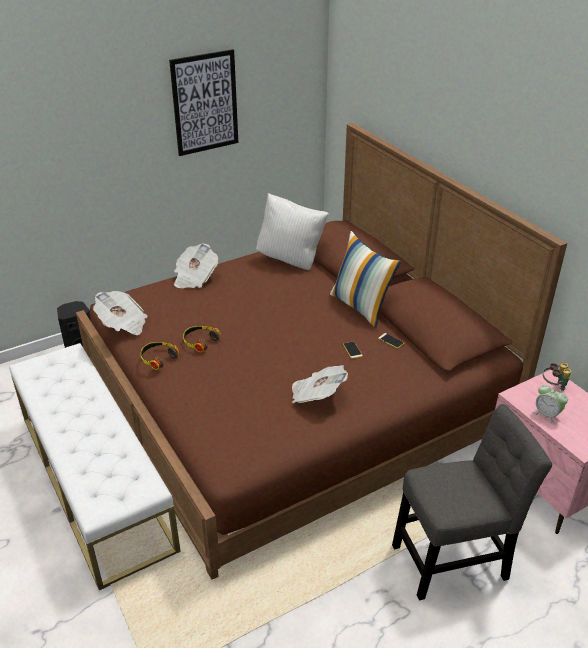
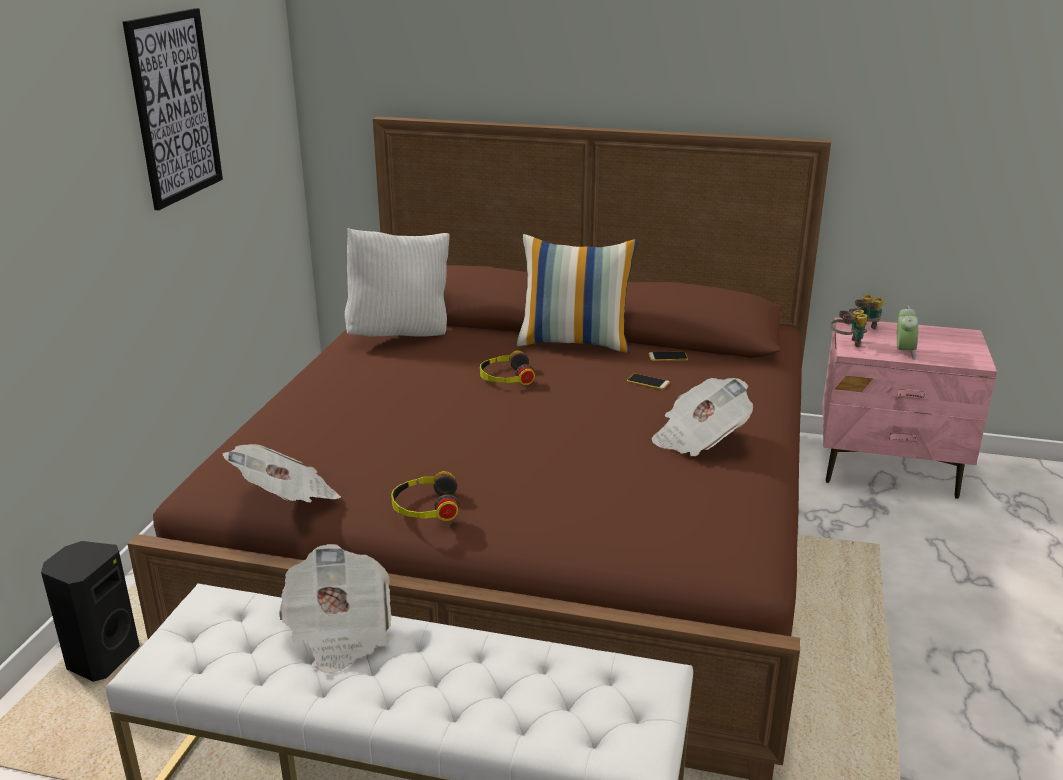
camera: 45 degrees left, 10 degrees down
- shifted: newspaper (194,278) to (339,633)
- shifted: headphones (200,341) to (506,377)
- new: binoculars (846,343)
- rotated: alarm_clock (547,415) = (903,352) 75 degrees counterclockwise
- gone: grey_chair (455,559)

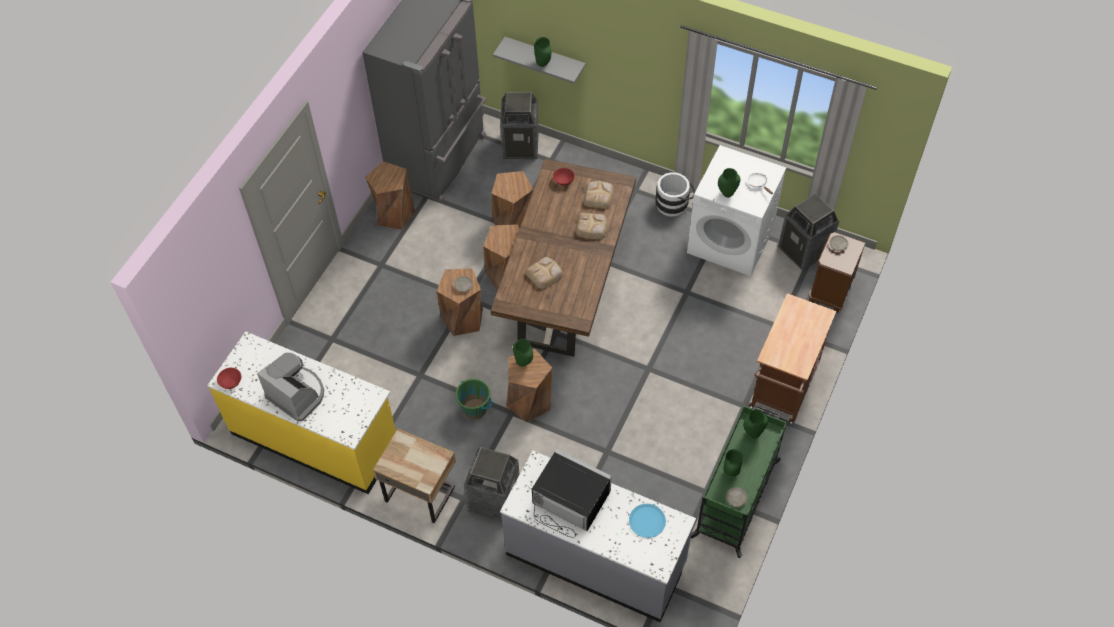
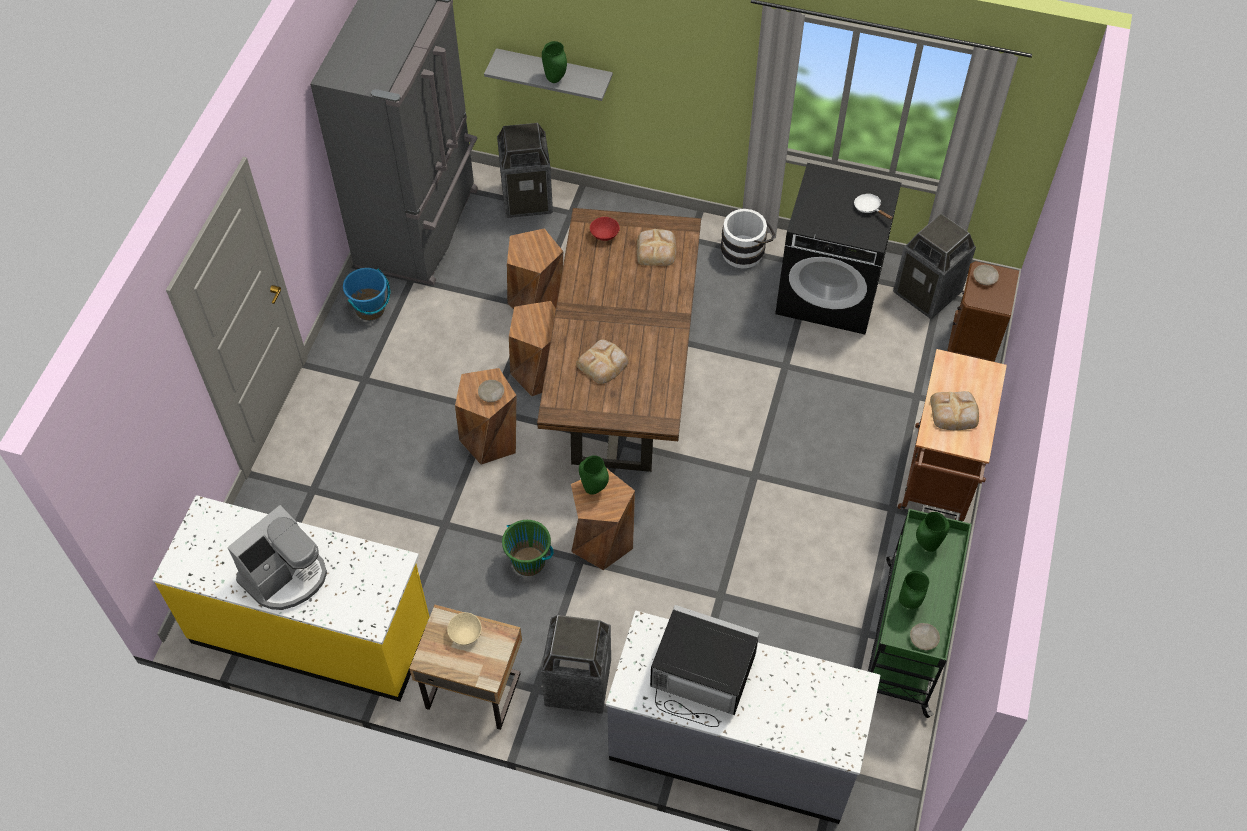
camera: 10 degrees left, 0 degrees up
- rotated: coffee_machine (297,394) = (285,576) 105 degrees clockwise
- swapped: brown_stool (394,214) to blue_bucket (370,309)
- new: beige_bowl (466,633)
- repainted: white_washing_machine (731,241) to black_washing_machine (829,291)
- shifted: bread (592,228) to (955,413)
- gone: red_bowl (230,382)
- gone: blue_plate (647,521)
- gone: green_vase (727,193)

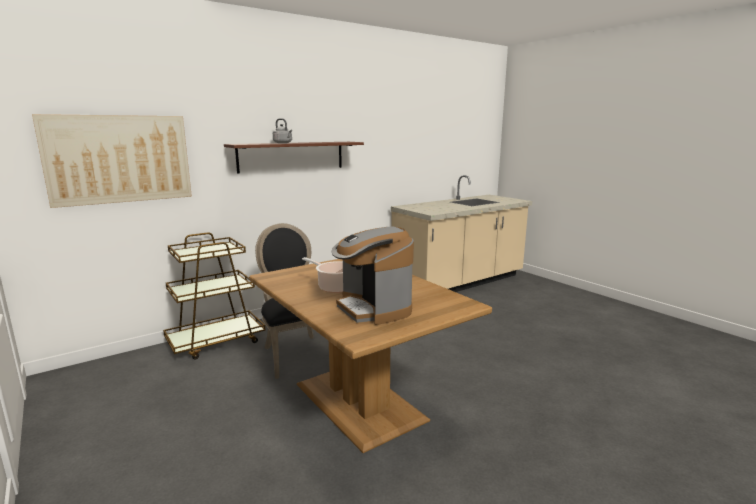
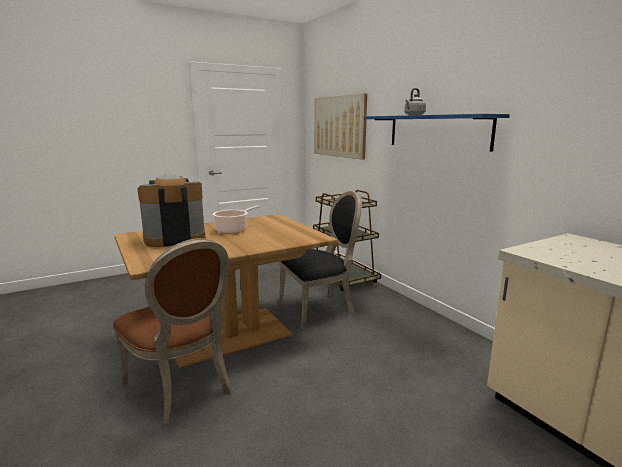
camera: 95 degrees right, 0 degrees up
- new: brown_chair (183,388)
- repainted: brown_shelf (292,156) to blue_shelf (437,131)

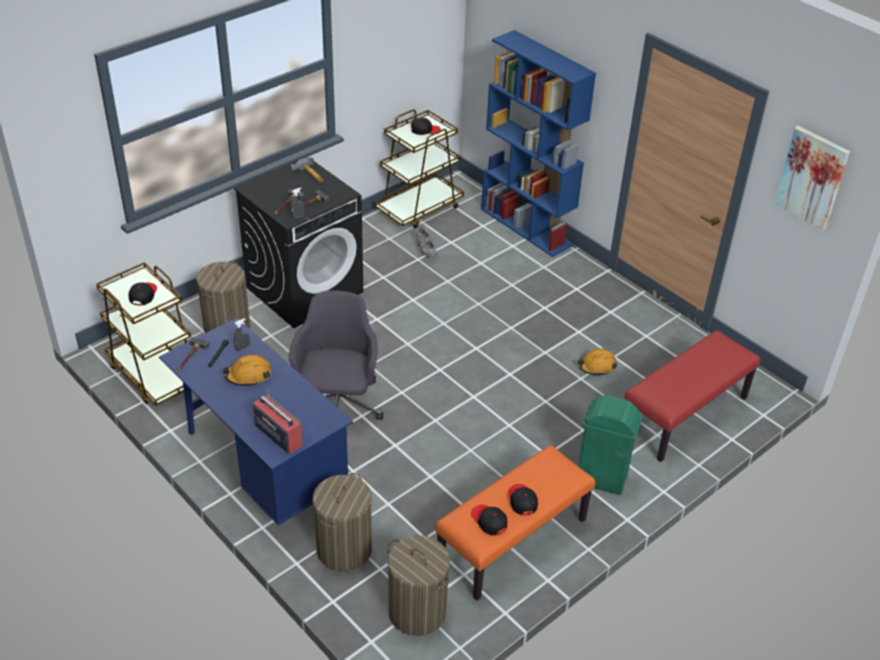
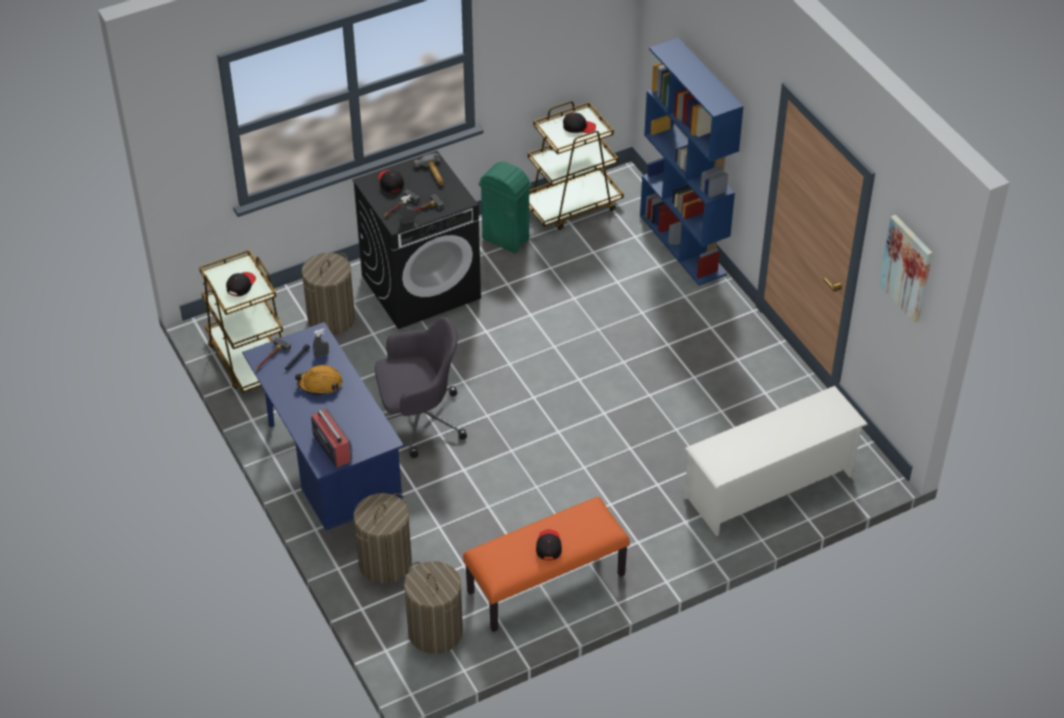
camera: 15 degrees right, 5 degrees up
- rotated: grey_office_chair (337,406) = (419,420) 60 degrees clockwise
- shifted: black_cap (489,521) to (390,182)
- shifted: green_trash_can (602,480) to (506,240)
- swapped: red_bench (685,416) to white_shoe_rack (769,487)
- gone: grey_shoe (425,250)
- gone: orange_hard_hat (596,366)

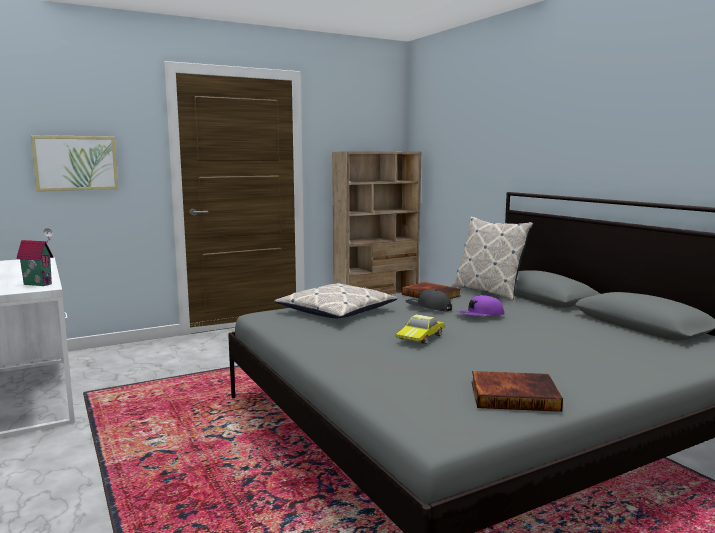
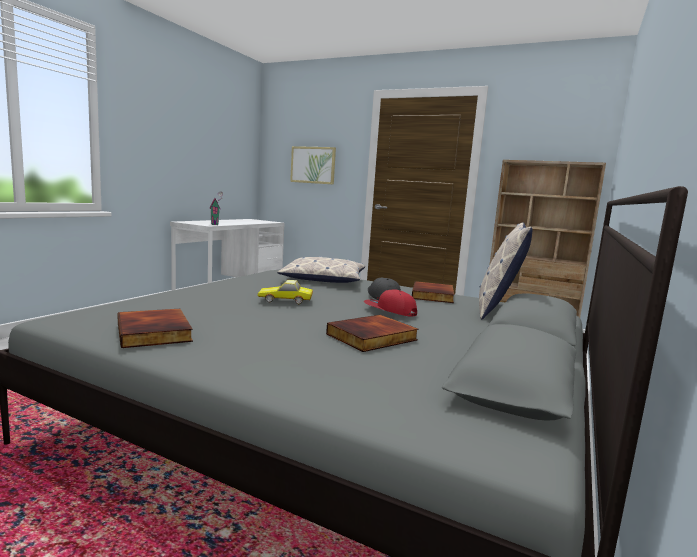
camera: 55 degrees right, 0 degrees up
- new: book (372,337)
- repainted: purple_cap (480,315) to red_cap (389,311)

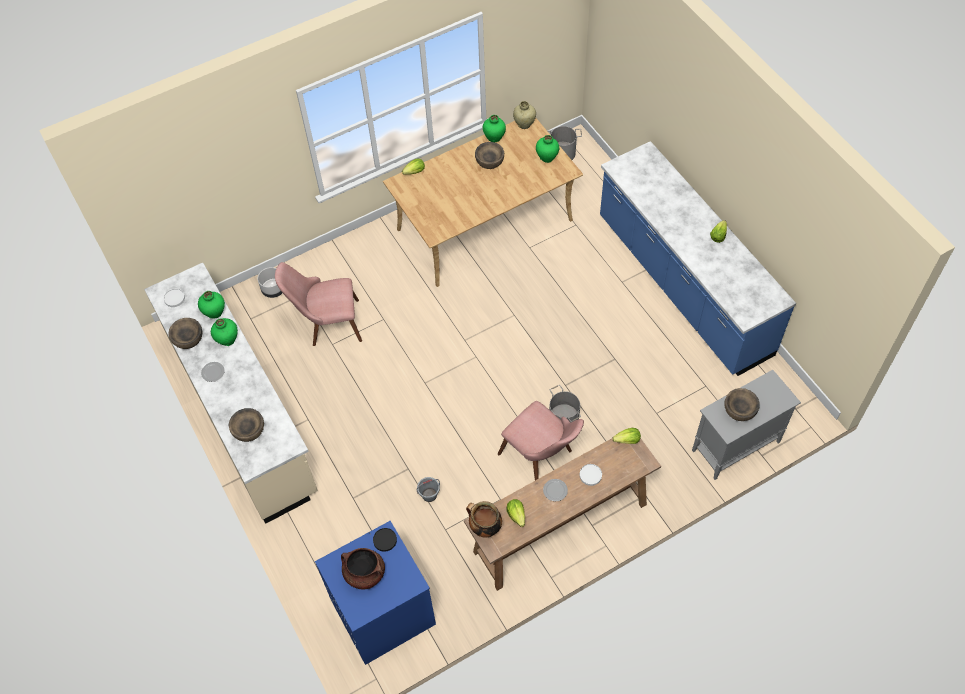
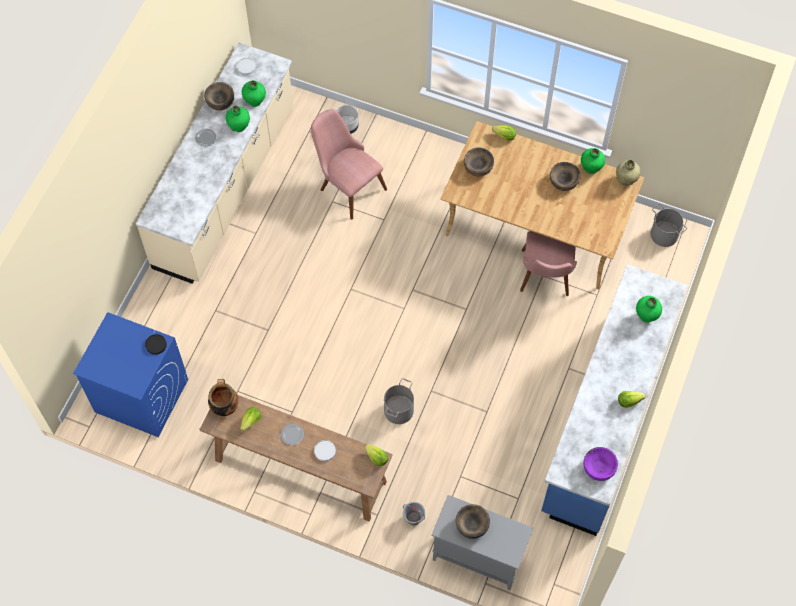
camera: 50 degrees right, 5 degrees up
- shifted: grey_bucket (429,495) to (413,518)
- shifted: brown_bowl (248,430) to (478,167)
- shifted: pink_chair (542,457) to (545,280)
- new: purple_bowl (599,467)
- shifted: green_vase (547,158) to (646,316)
- gone: brown_cooking_pot (364,573)

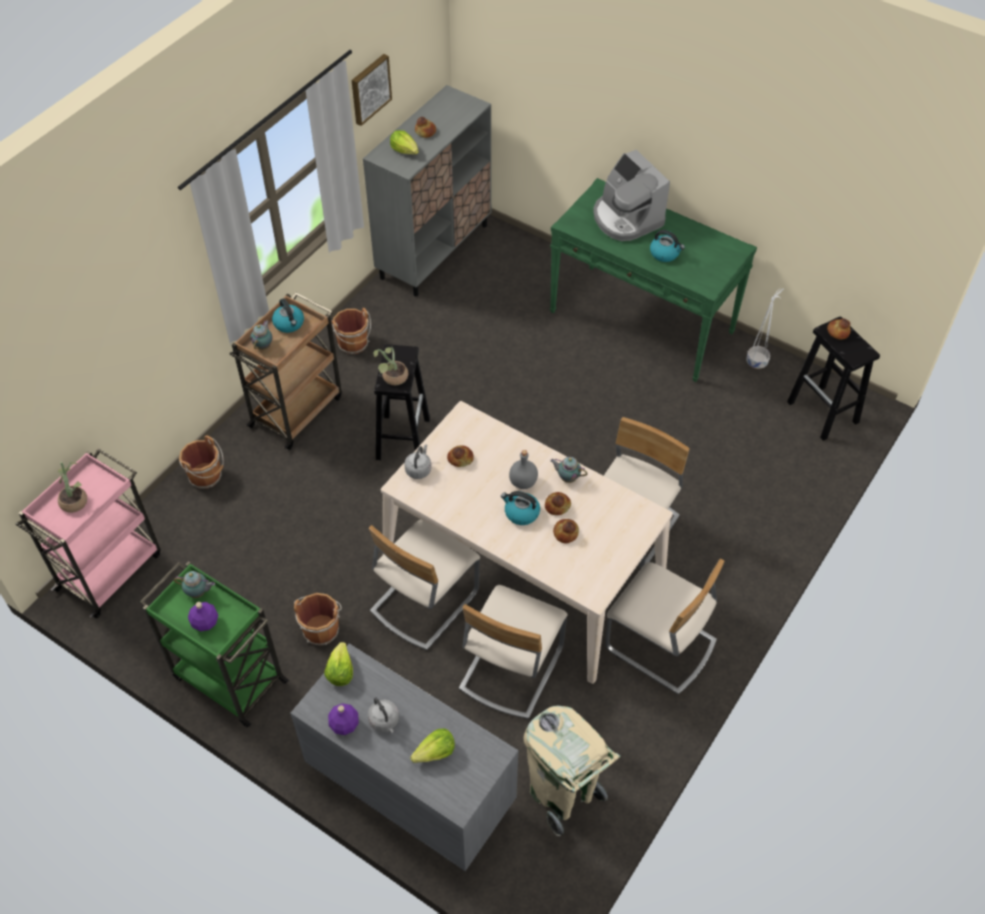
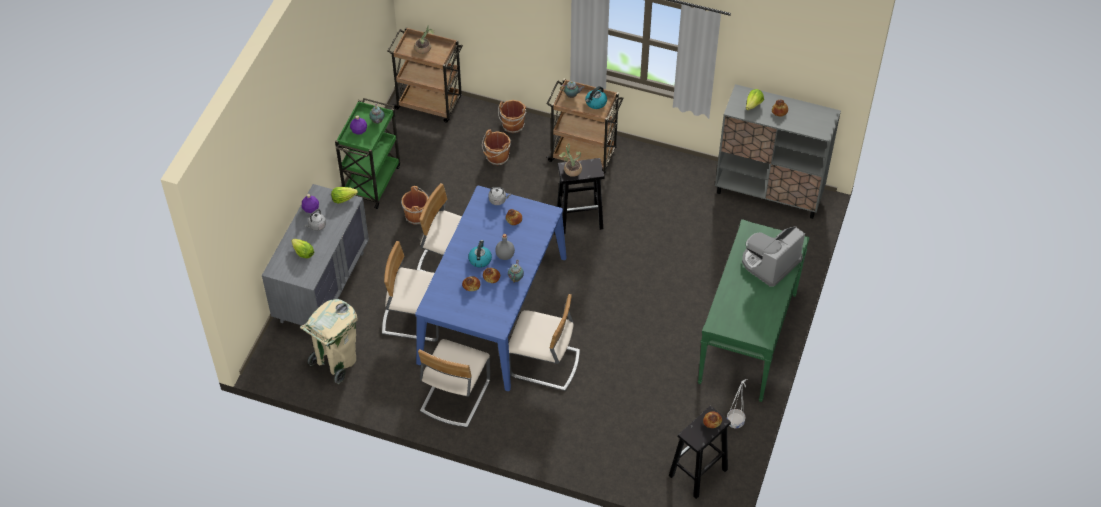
camera: 75 degrees right, 0 degrees up
- repainted: pink_cart (110,570) to brown_cart (430,103)
- repainted: beige_dining_table (523,568) to blue_dining_table (493,309)
- shifted: brown_bucket (354,344) to (497,158)
- gone: picture (369,89)
- gone: kettle (665,253)

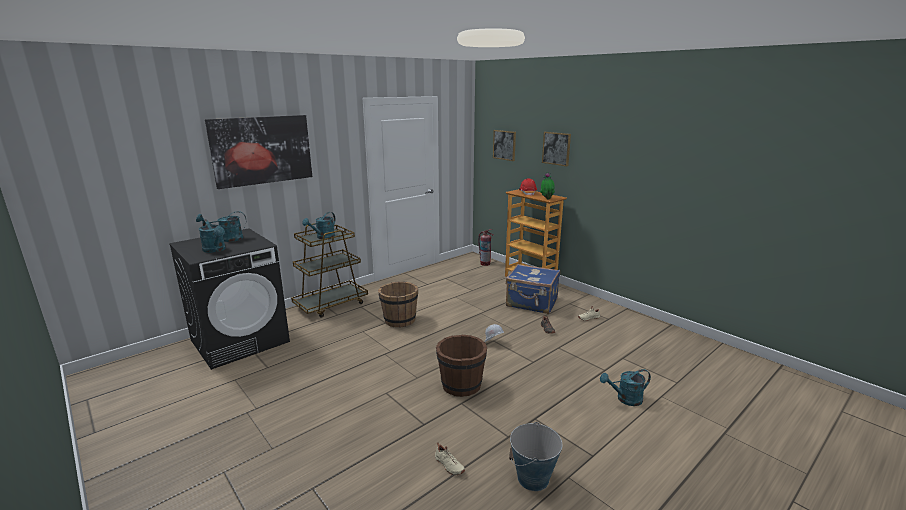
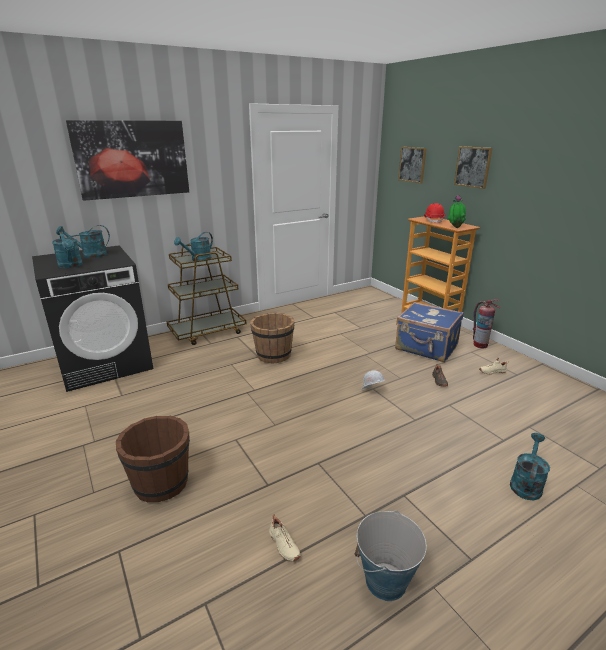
camera: 10 degrees right, 5 degrees up
- shifted: brown_bucket (461,385) to (161,482)
- shifted: fire_extinguisher (485,263) to (480,345)
- rotated: turquoise_watering_can (625,399) = (526,483) 120 degrees clockwise

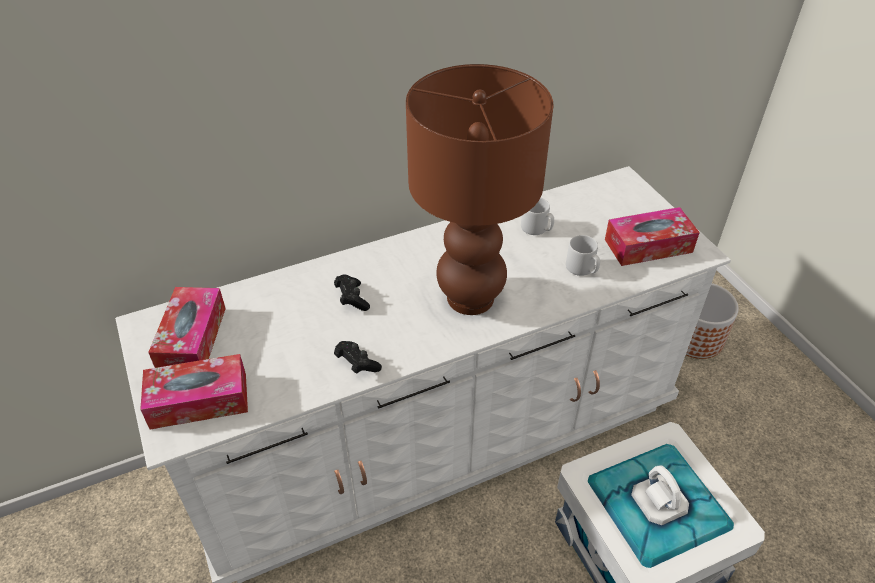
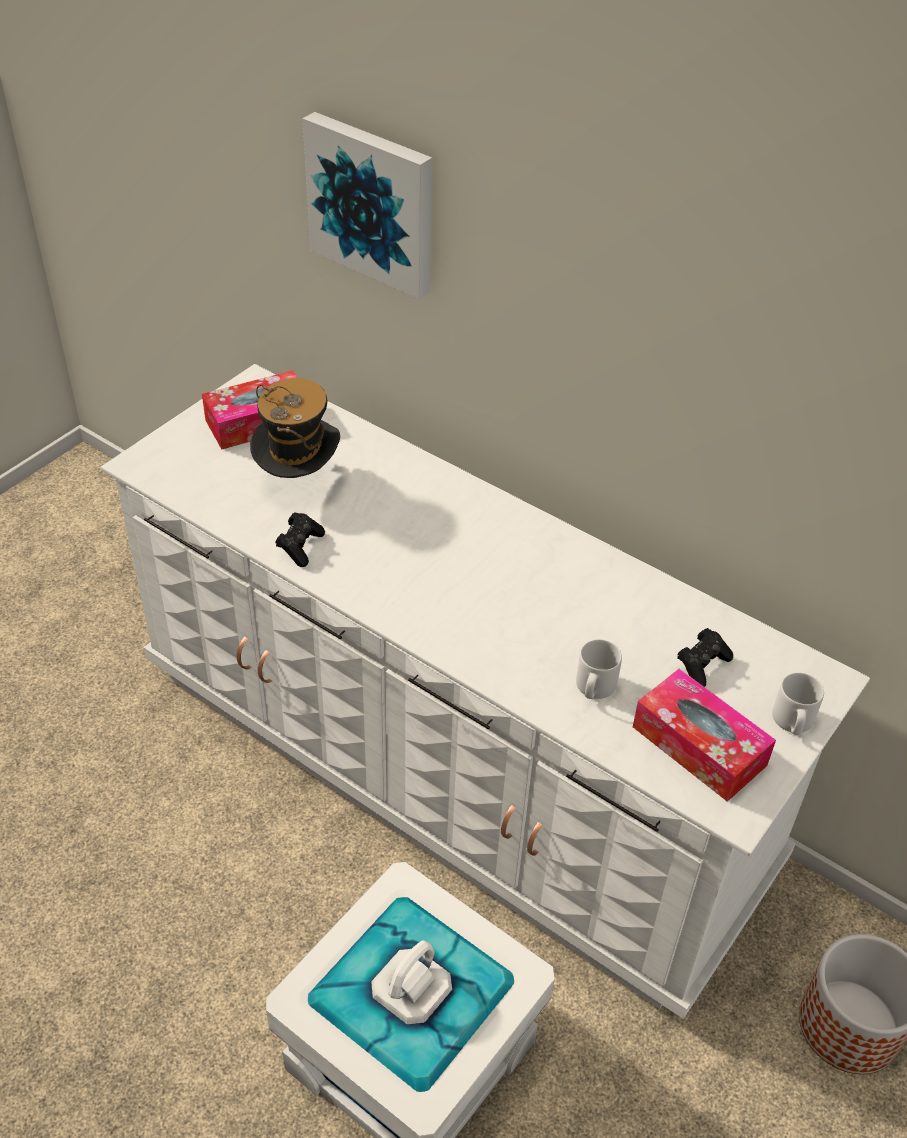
camera: 60 degrees right, 0 degrees up
- new: hat (298,482)
- new: picture (373,203)
- shifted: black_game_controller (352,299) to (702,665)
- shifted: grey_mug (537,228) to (792,722)
- gone: tissue_box (199,400)
- gone: brown_table_lamp (471,297)

